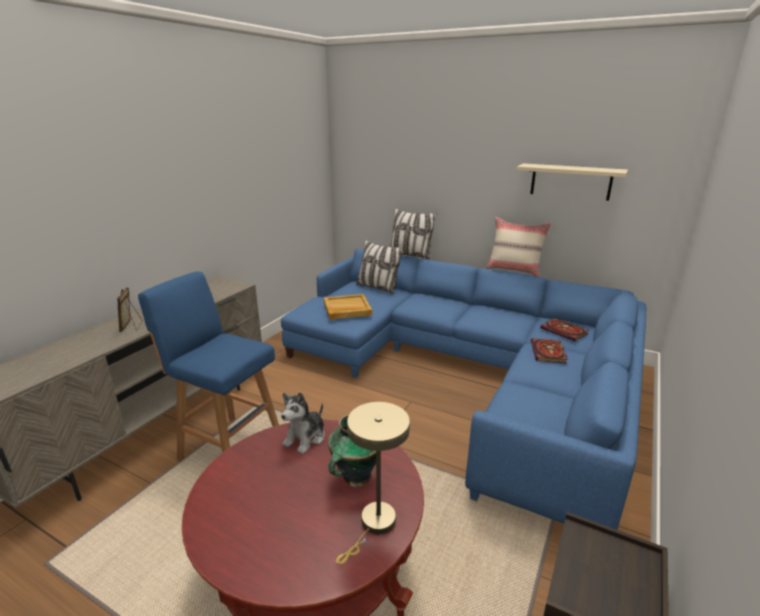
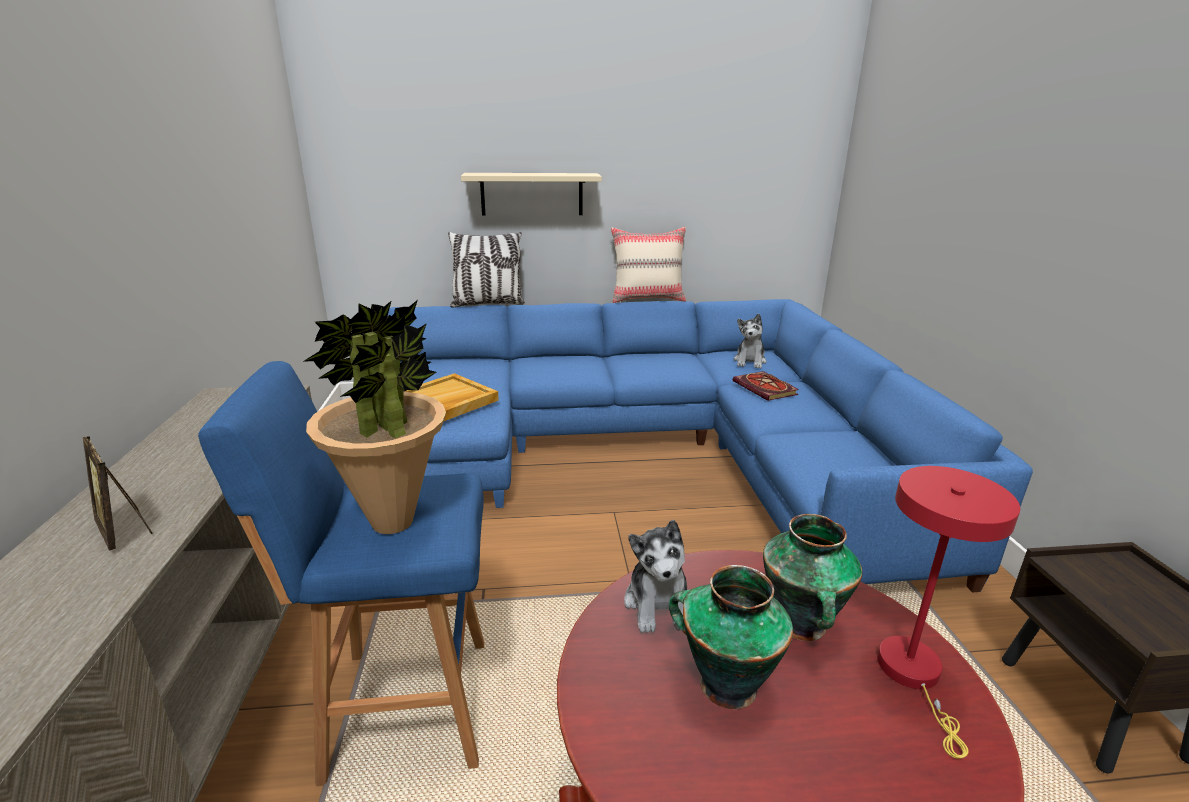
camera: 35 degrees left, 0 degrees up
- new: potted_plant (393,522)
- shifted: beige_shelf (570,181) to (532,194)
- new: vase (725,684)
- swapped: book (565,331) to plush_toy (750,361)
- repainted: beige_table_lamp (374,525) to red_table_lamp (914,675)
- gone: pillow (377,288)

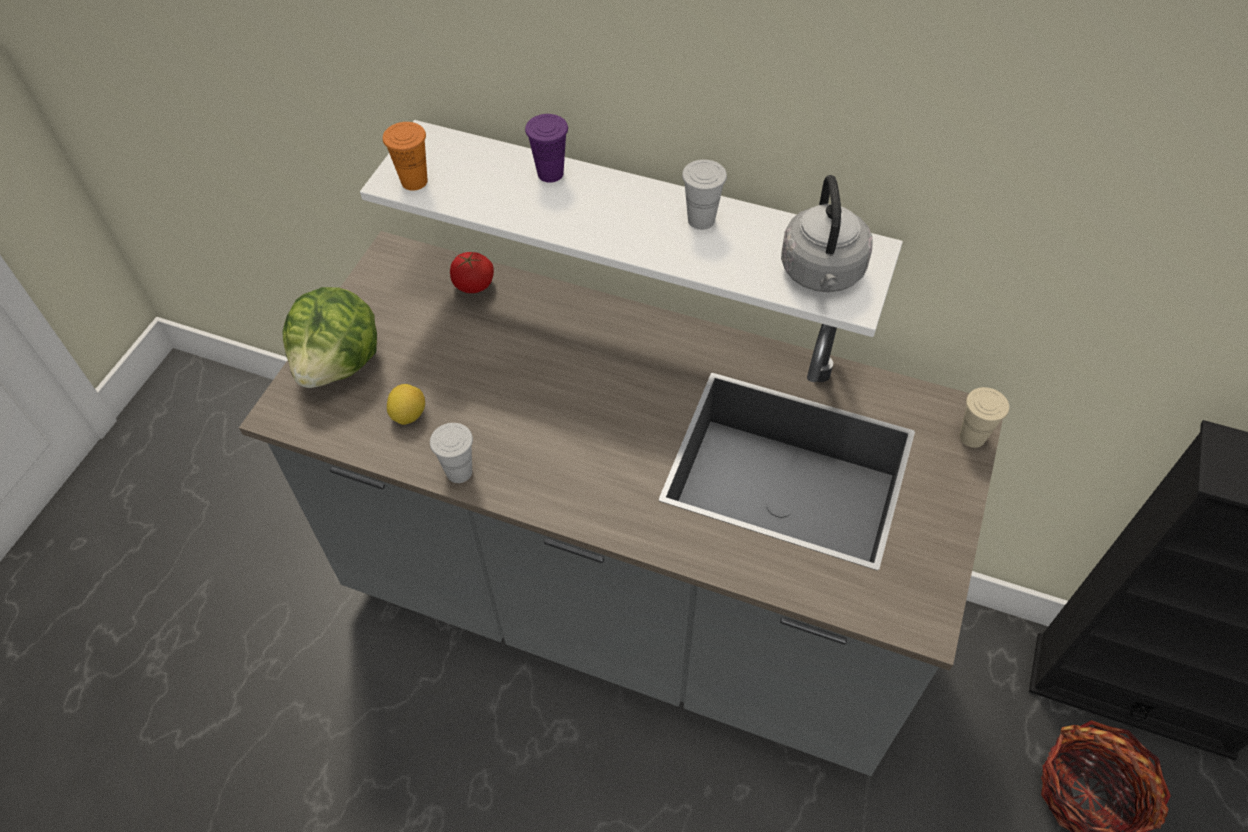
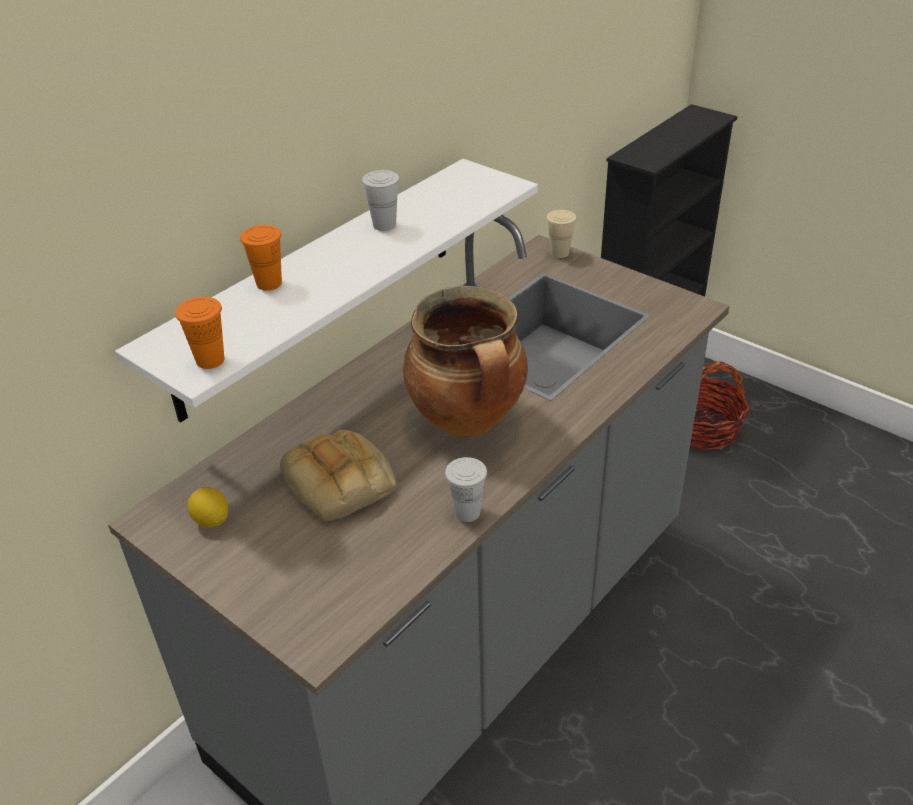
camera: 70 degrees left, 15 degrees down
- shifted: lemon (408,415) to (211,520)
- repainted: purple_cup (550,173) to orange_cup (269,283)
- new: bread (341,482)
- new: cooking_pot (469,422)
- gone: lettuce (340,363)
- gone: tomato (474,285)
- gone: grey_kettle (822,274)

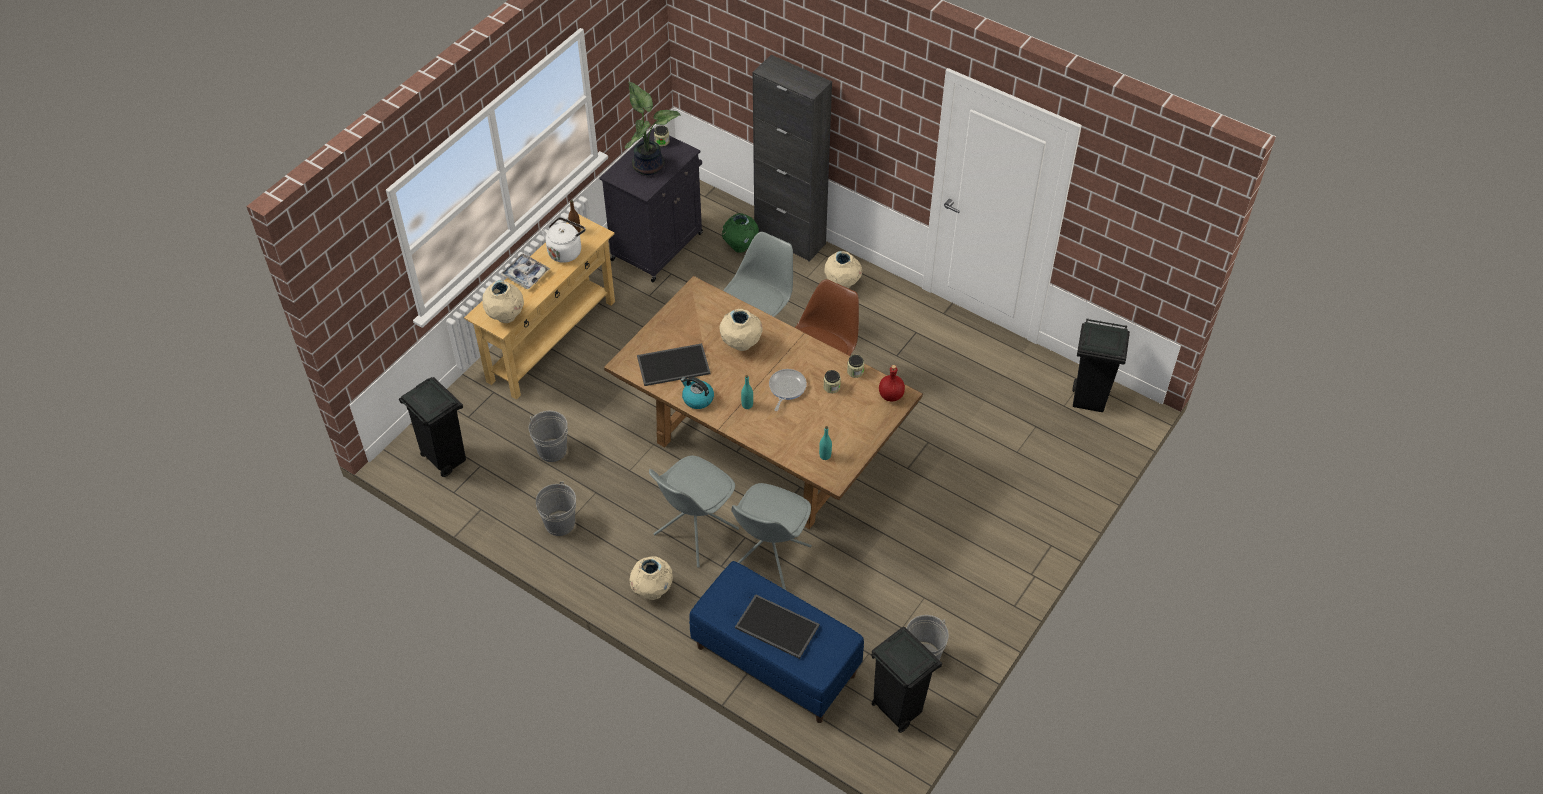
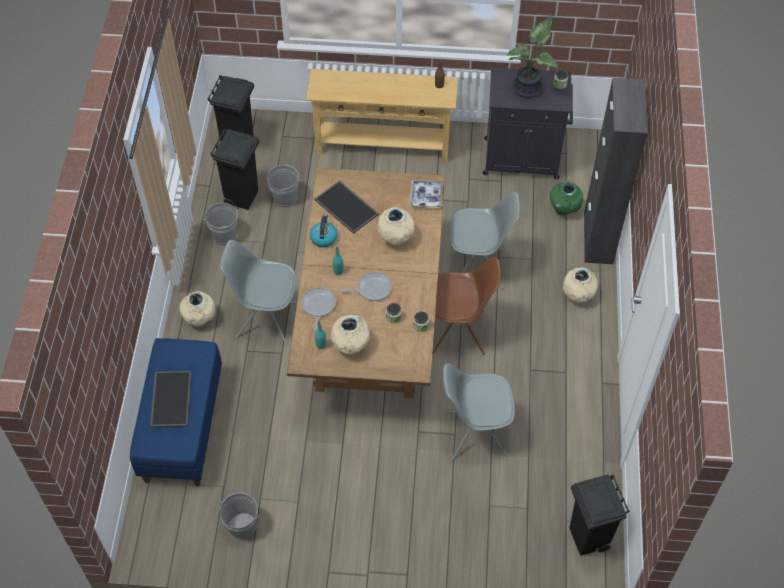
camera: 60 degrees right, 5 degrees up
- shifted: black_trash_can (897,709) to (242,197)
- new: frying_pan (318,306)
- shifted: beige_vase (506,317) to (351,346)
- shifted: tray (525,275) to (426,196)
- shifted: grey_chair (769,560) to (474,434)
- gone: white_kettle (565,251)
- gone: red_bottle (891,395)

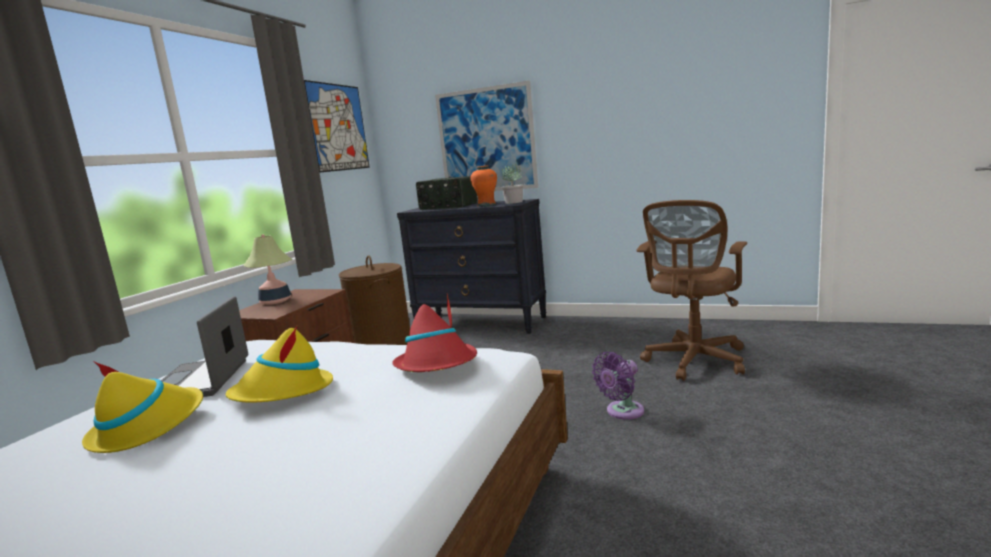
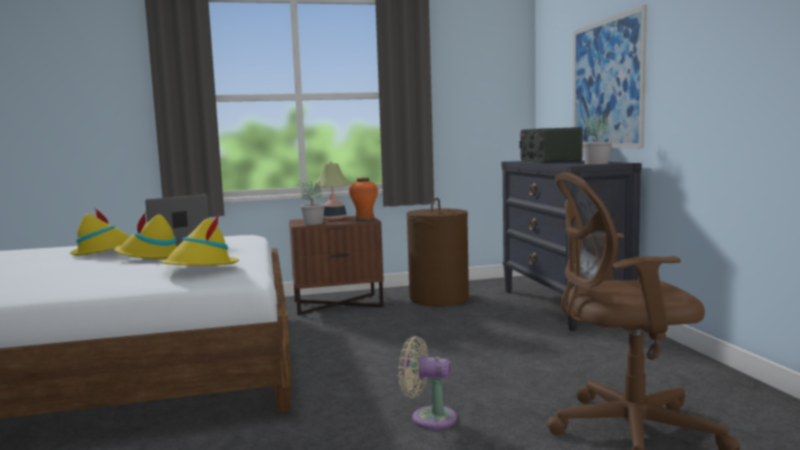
camera: 55 degrees right, 5 degrees down
- repainted: red_hat (437,365) to yellow_hat (200,267)
- new: potted_plant (313,223)
- shifted: orange_vase (486,205) to (365,220)
- repainted: purple_fan (622,412) to beige_fan (429,418)
- gone: picture (338,127)

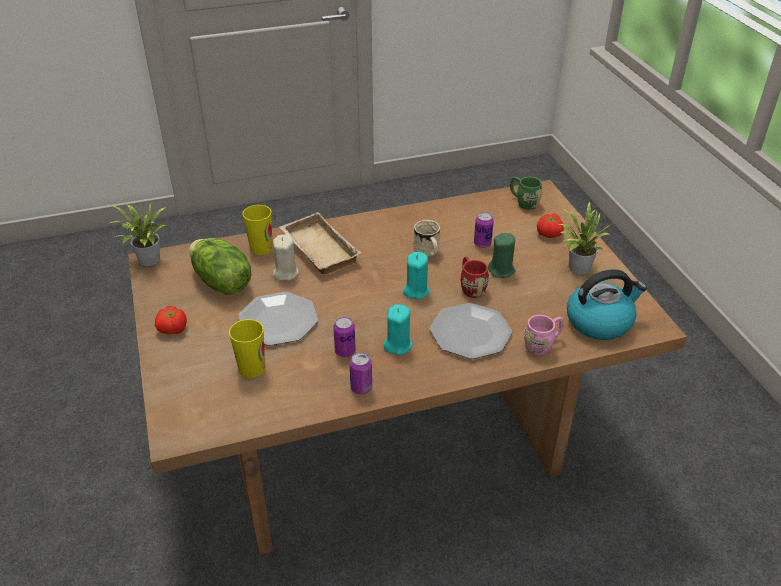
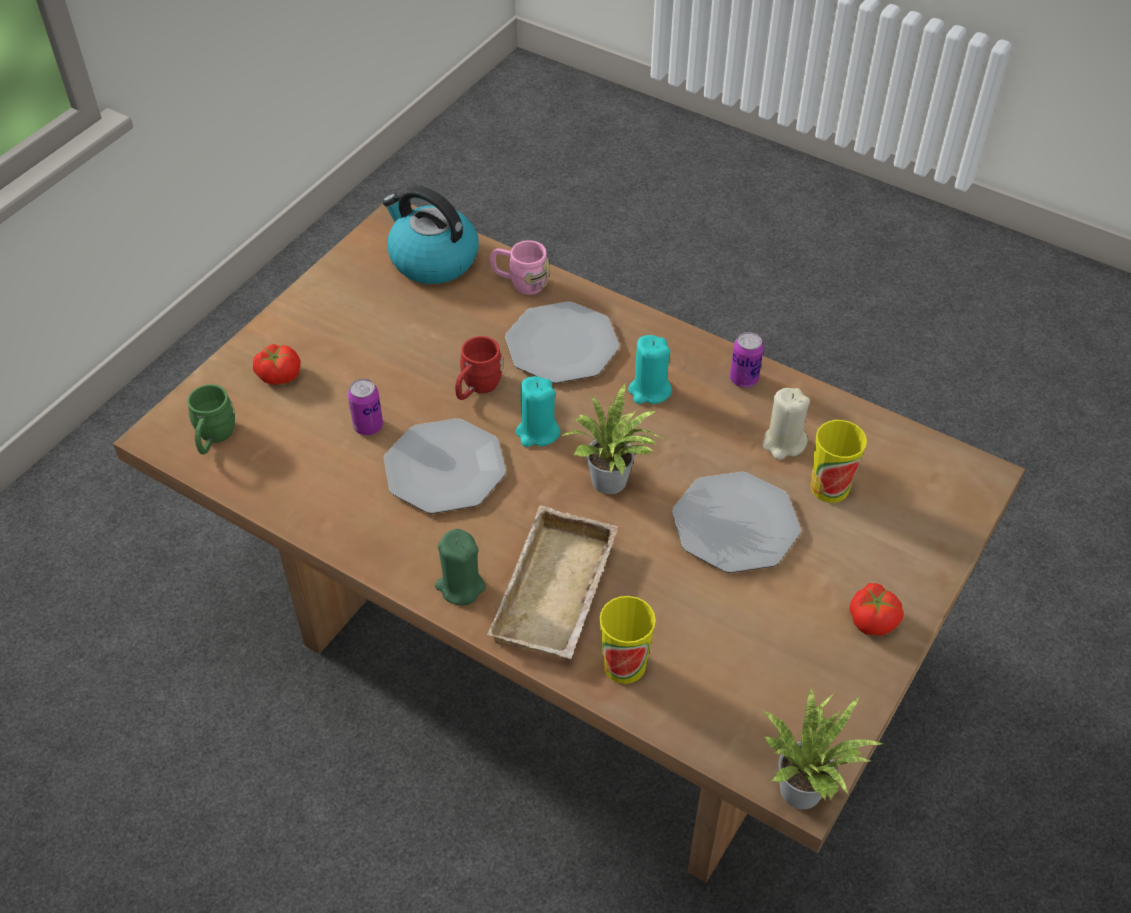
camera: 130 degrees left, 10 degrees up
- swapped: beige_mug (427,253) to plate (445,468)
- shifted: green_candle (501,270) to (460,586)
- shifted: potted_plant (576,267) to (612,484)
- shifted: beige_candle (285,273) to (783,443)
- gone: lettuce (221,283)
- gone: can (345,351)

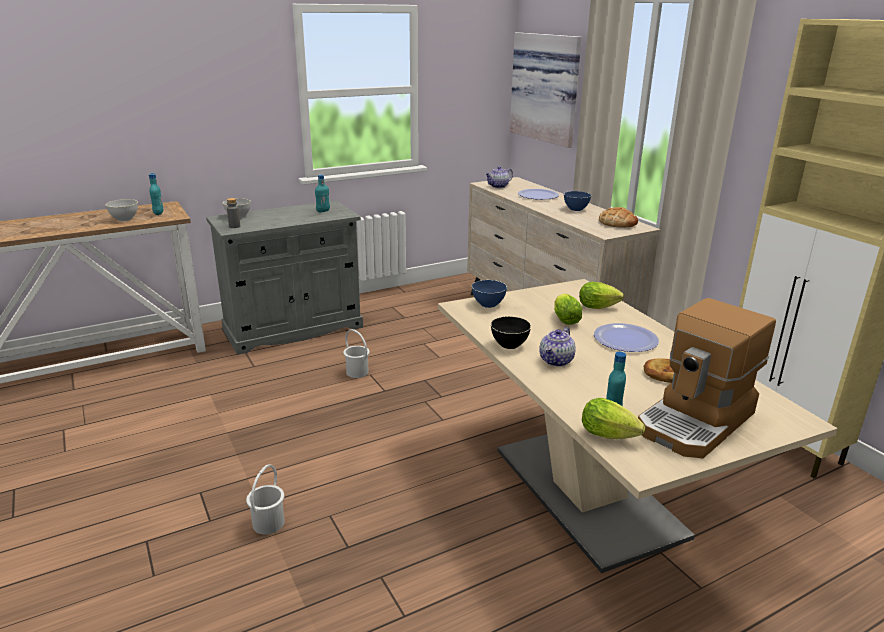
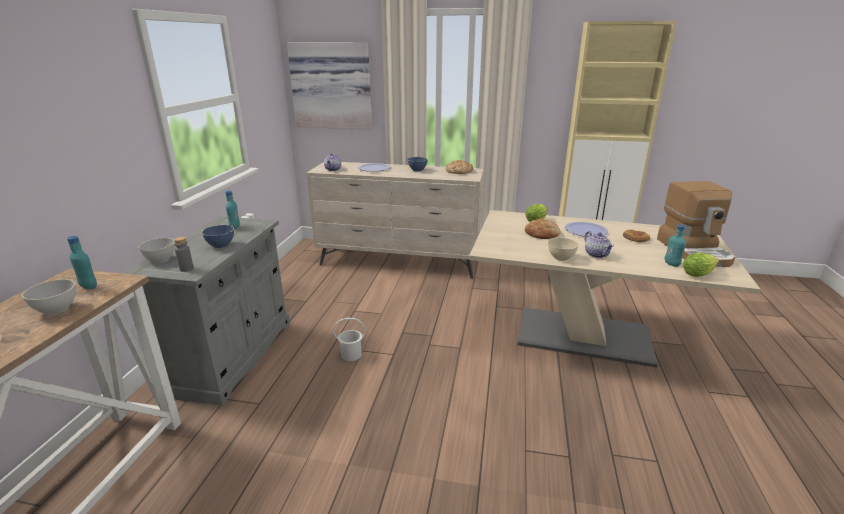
camera: 50 degrees left, 0 degrees up
- shifted: blue_bowl (488,304) to (221,245)
- swapped: lettuce (564,319) to bread (542,233)
- repainted: black_bowl (509,344) to beige_bowl (561,258)
- gone: white_bucket (268,523)

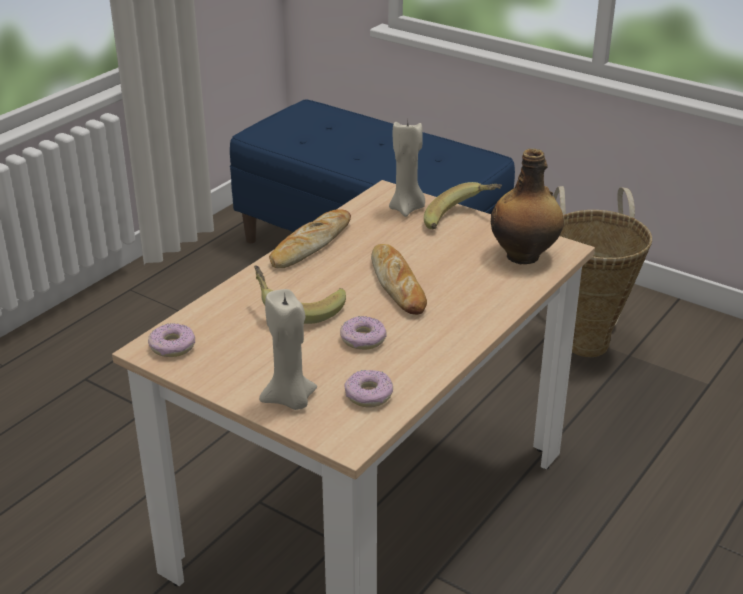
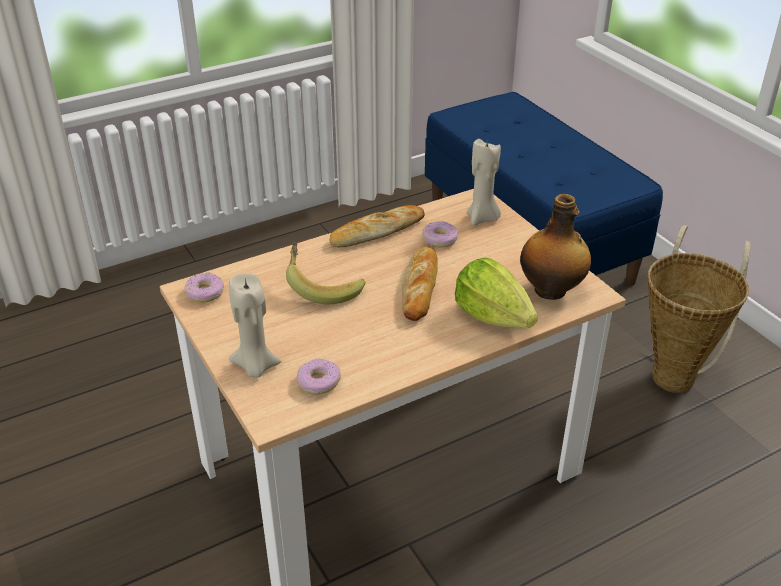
camera: 25 degrees right, 5 degrees up
- shifted: donut (363,339) to (439,239)
- new: lettuce (492,316)
- gone: banana (461,221)

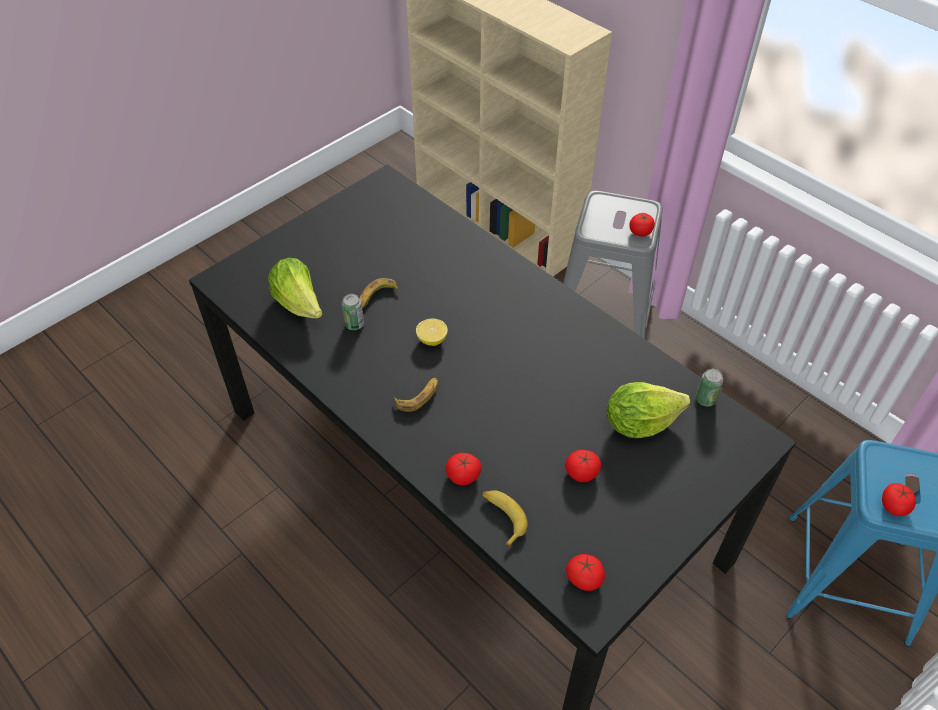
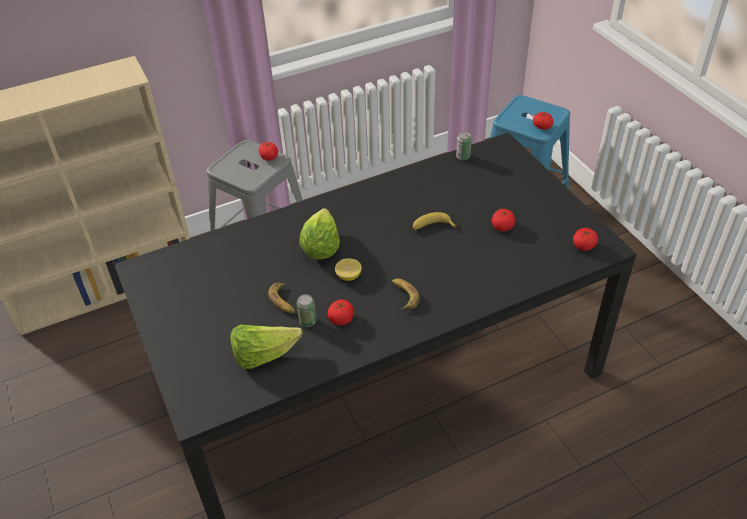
camera: 70 degrees left, 5 degrees down
- shifted: lettuce (639,423) to (321,248)
- shifted: tomato (463,475) to (341,319)
- shifted: banana (502,518) to (432,227)

